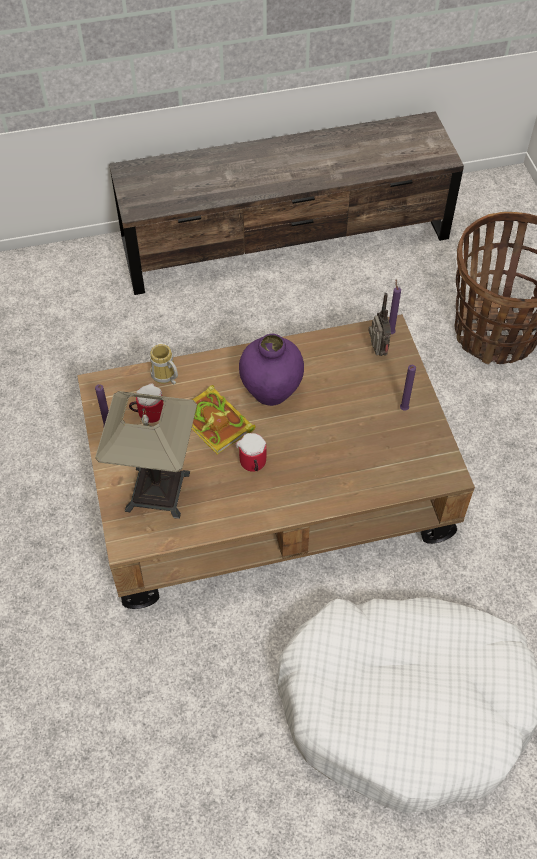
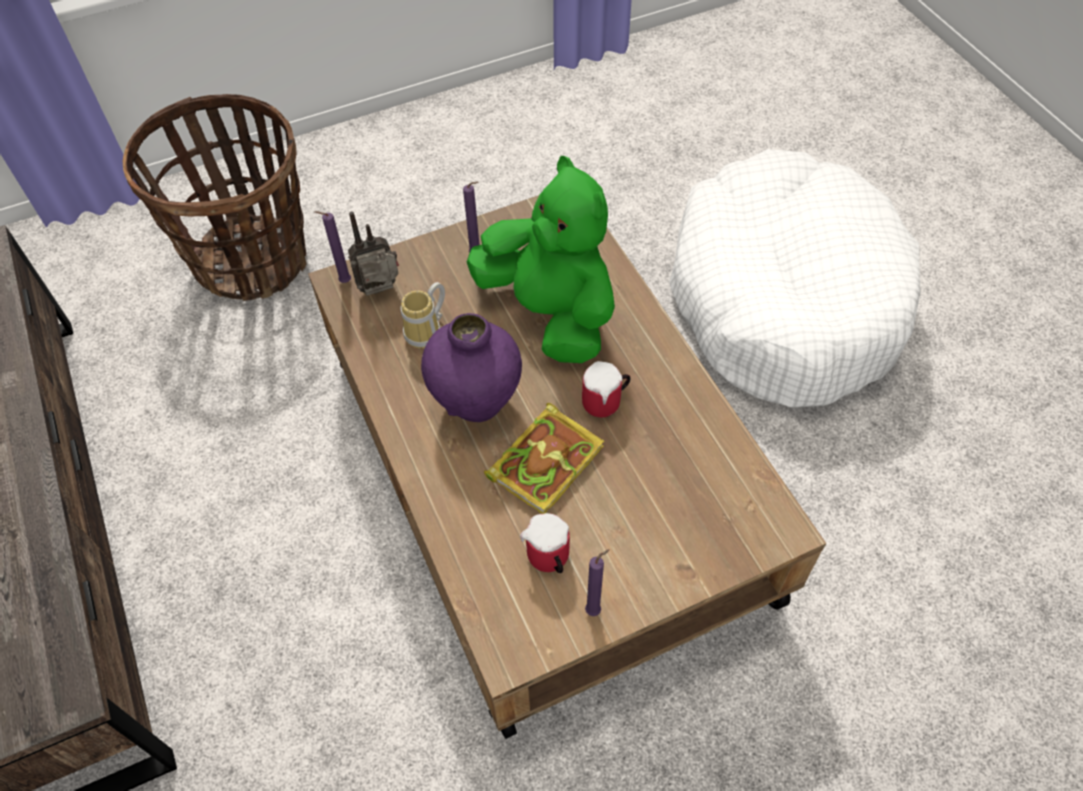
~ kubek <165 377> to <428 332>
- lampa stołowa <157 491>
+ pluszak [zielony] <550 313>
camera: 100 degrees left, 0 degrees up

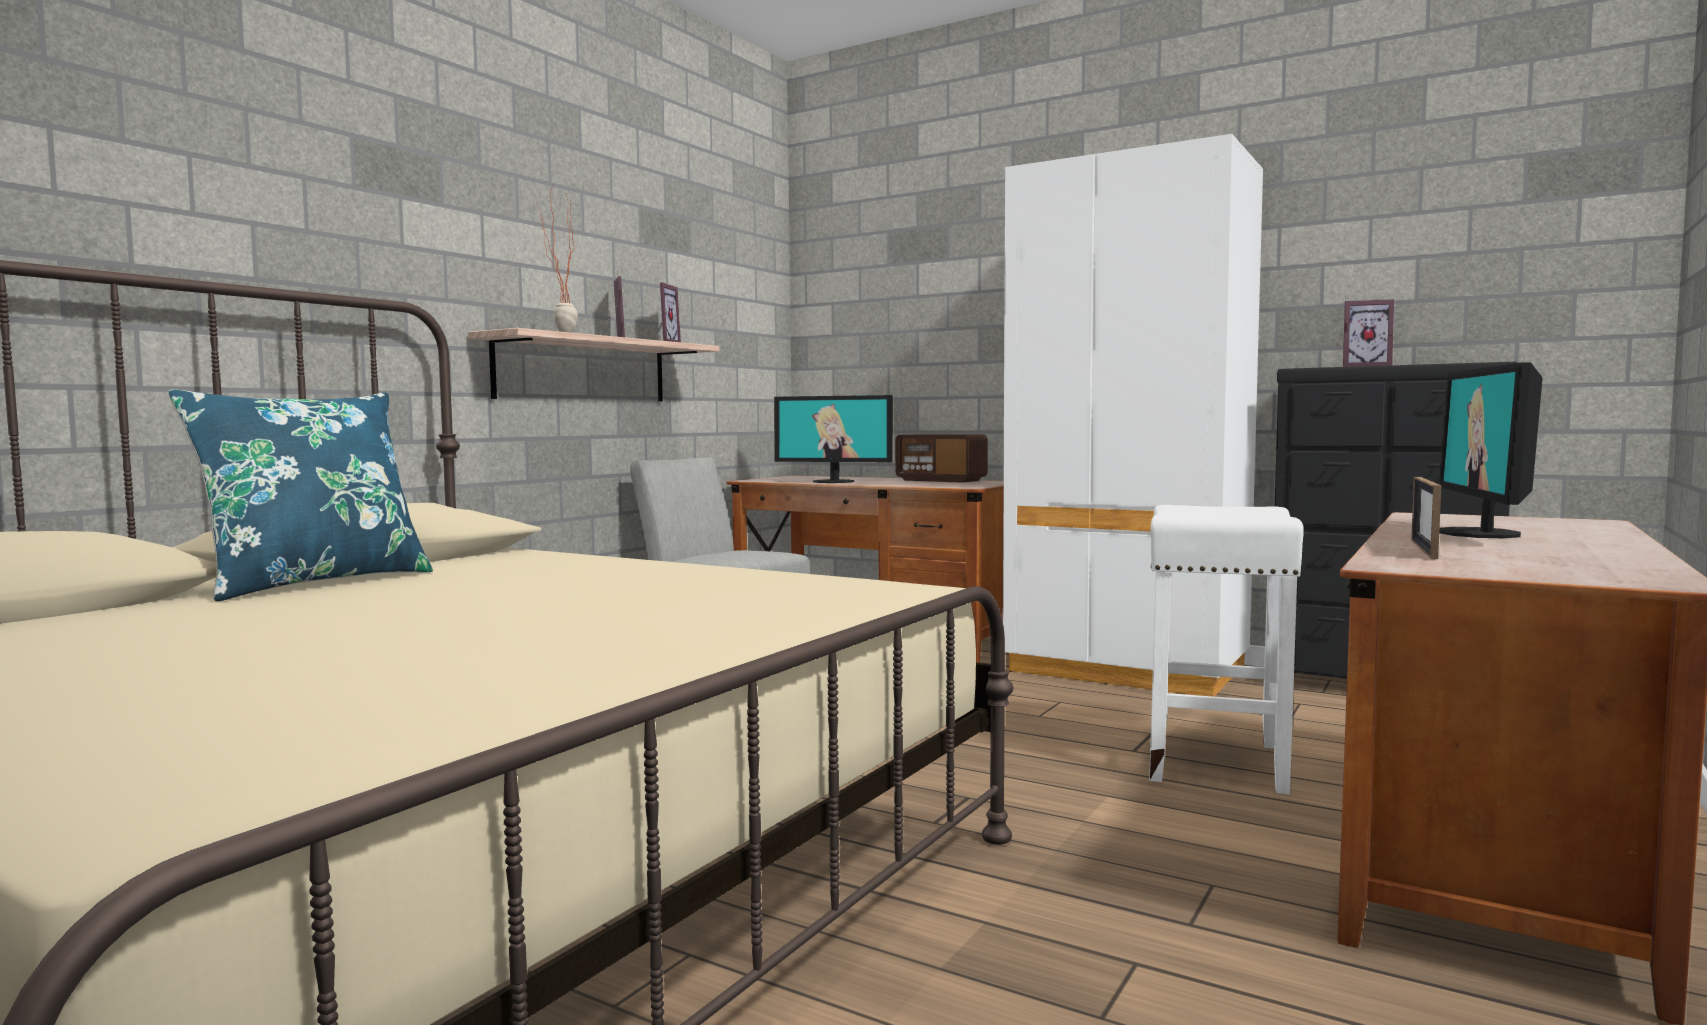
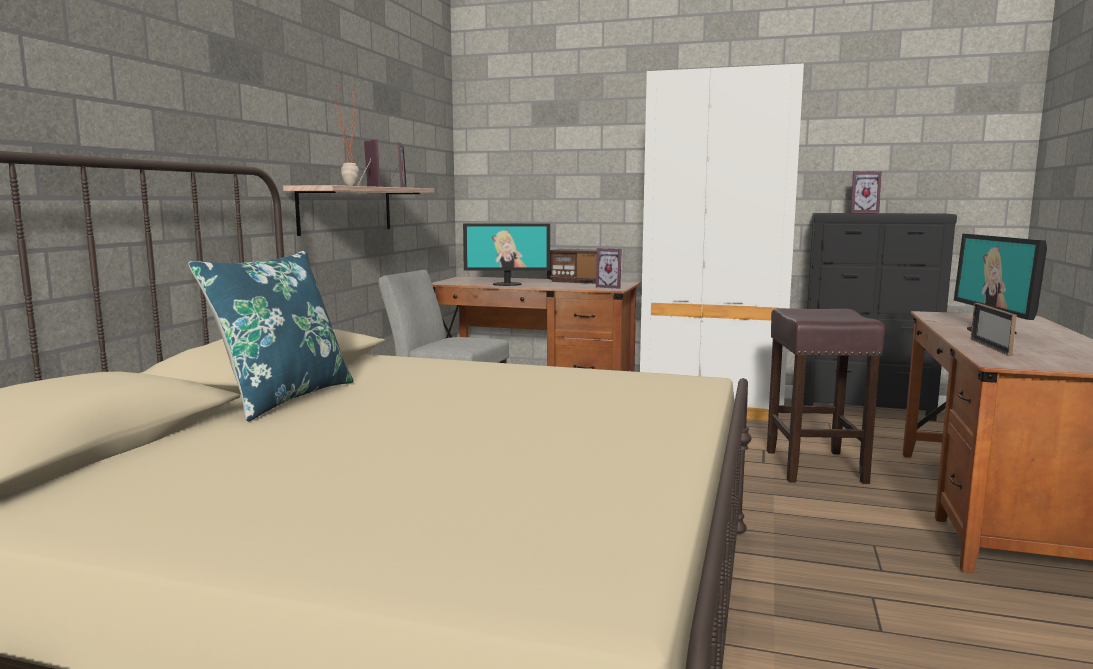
~ stołek [biały] <1215 761> to stołek [brązowy] <813 466>
+ ramka na zdjęcie <610 287>
camera: 15 degrees left, 5 degrees up

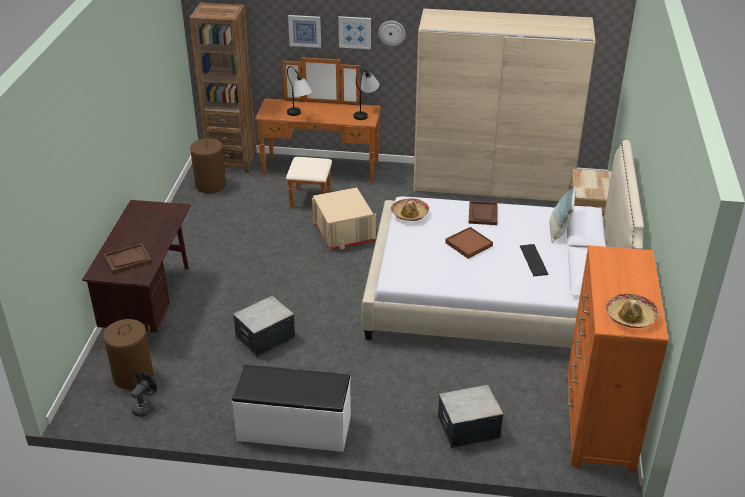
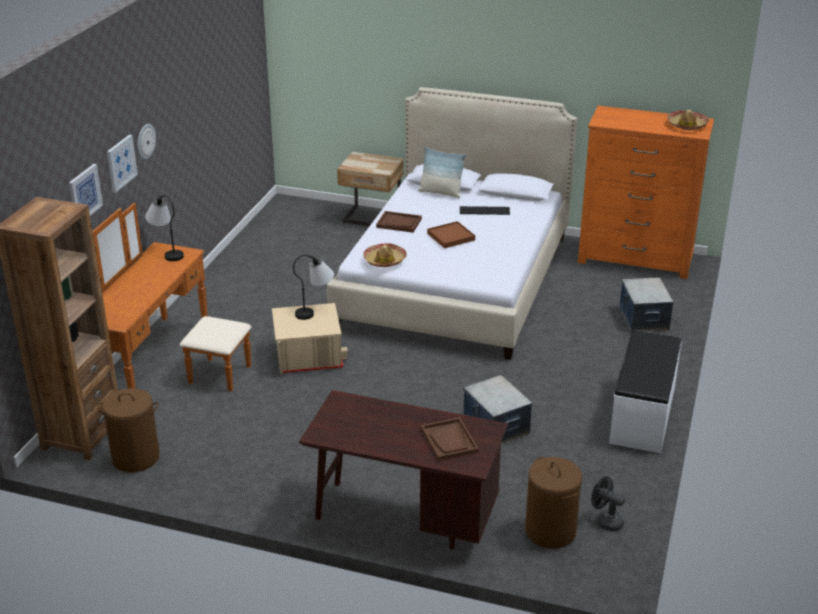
- szafa [beżowy] <493 184>
~ lampa stołowa <299 116> to <316 311>
camera: 80 degrees left, 5 degrees down

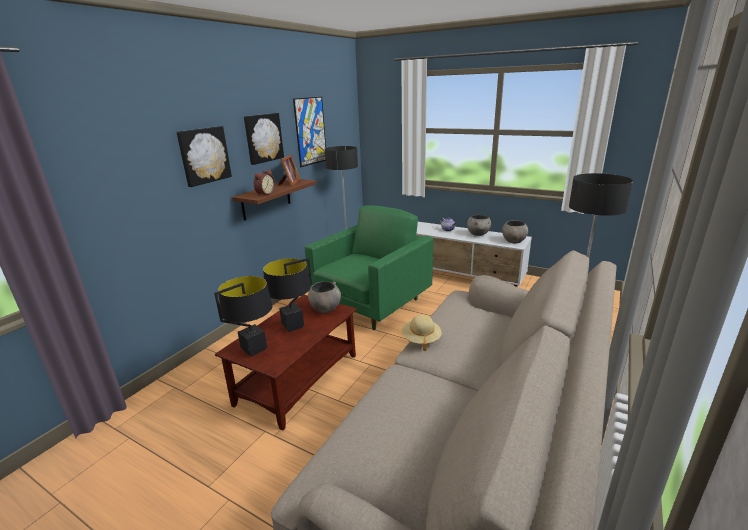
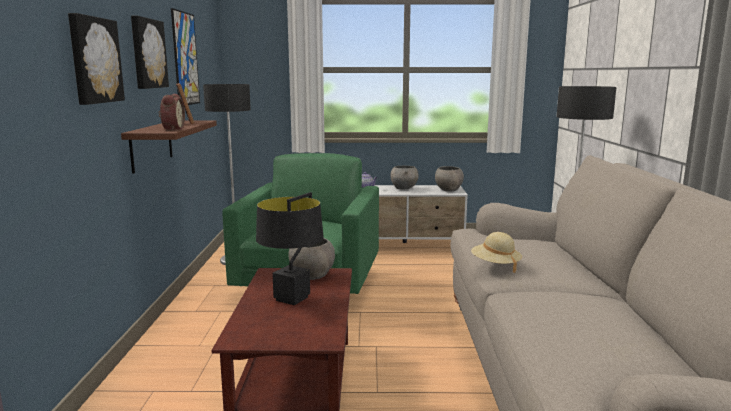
- lampa stołowa [czarny] <253 349>
camera: 30 degrees left, 10 degrees down

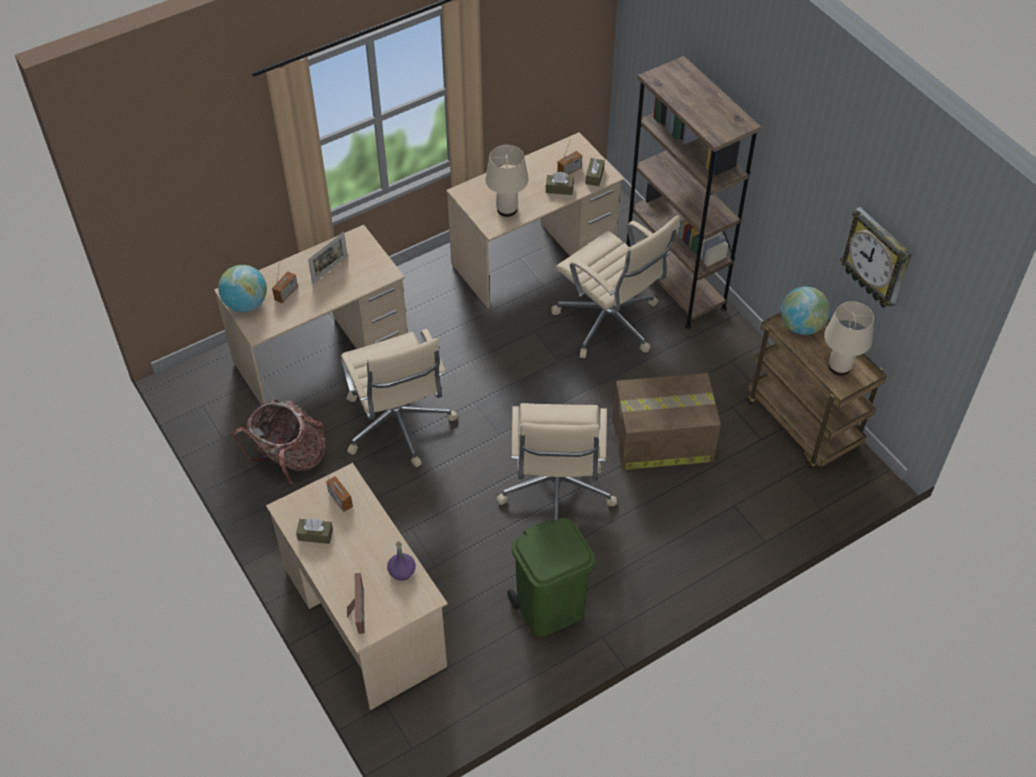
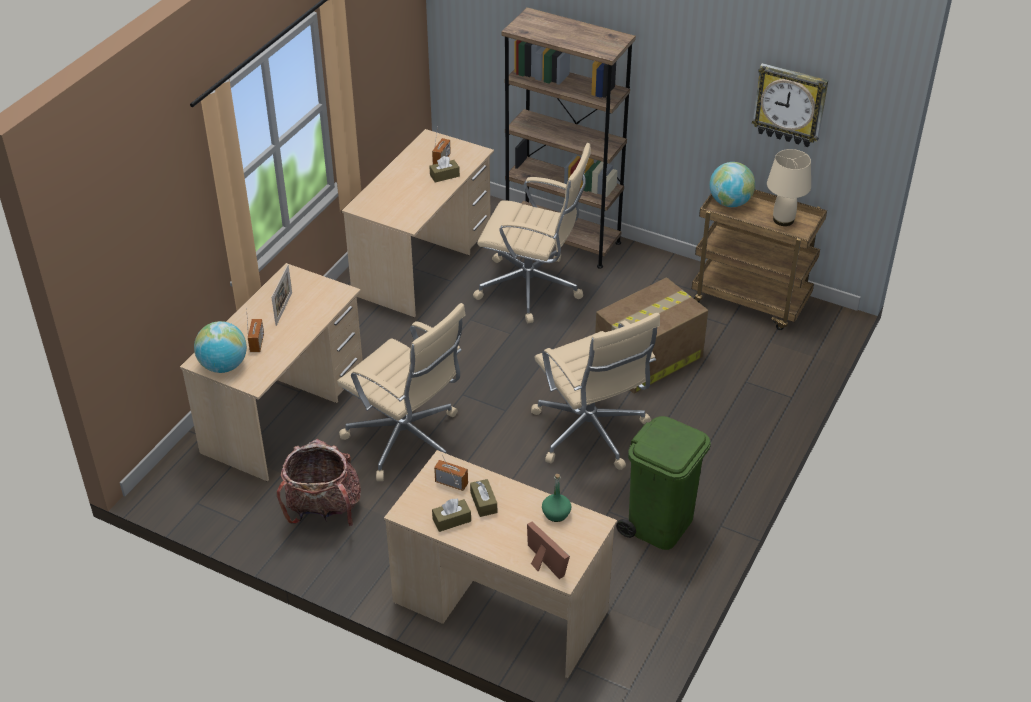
- lampa stołowa [beżowy] <507 209>
~ pudełko chusteczek [brązowy] <594 176> to <483 502>
~ butelka [fioletowy] <402 571> to butelka [zielony] <556 513>
camera: 30 degrees left, 10 degrees down

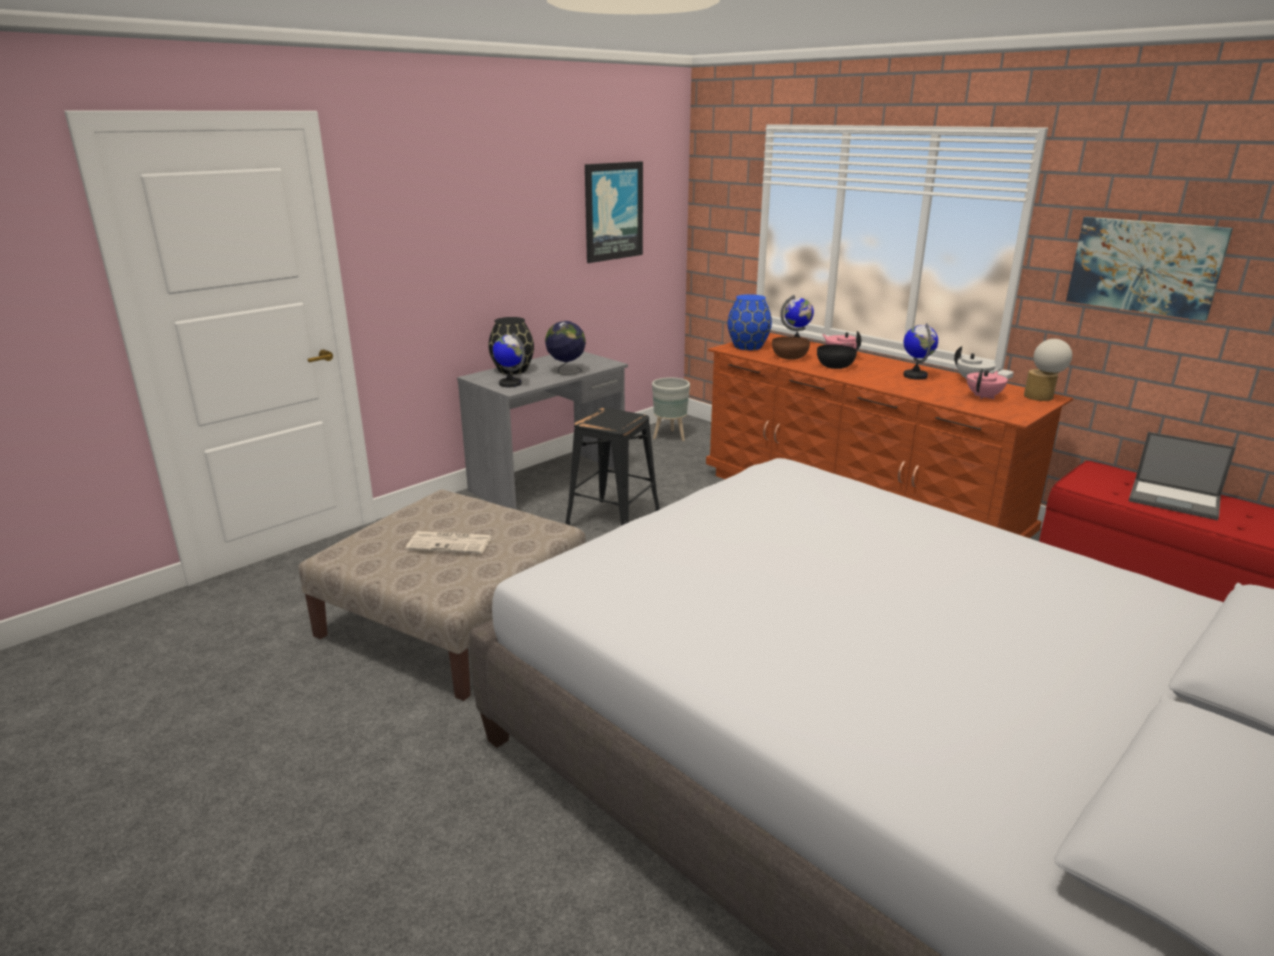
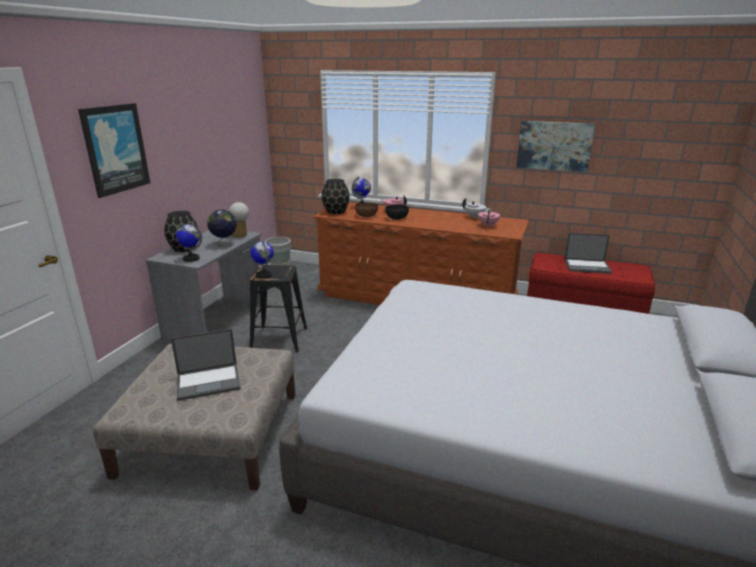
~ obraz <613 211> to <115 149>
~ wazon [niebieski] <748 347> to wazon [czarny] <336 212>
~ globus <915 376> to <264 275>
~ lampa stołowa <1041 398> to <240 235>
~ gazeta <451 543> to laptop <209 381>
camera: 25 degrees left, 0 degrees up

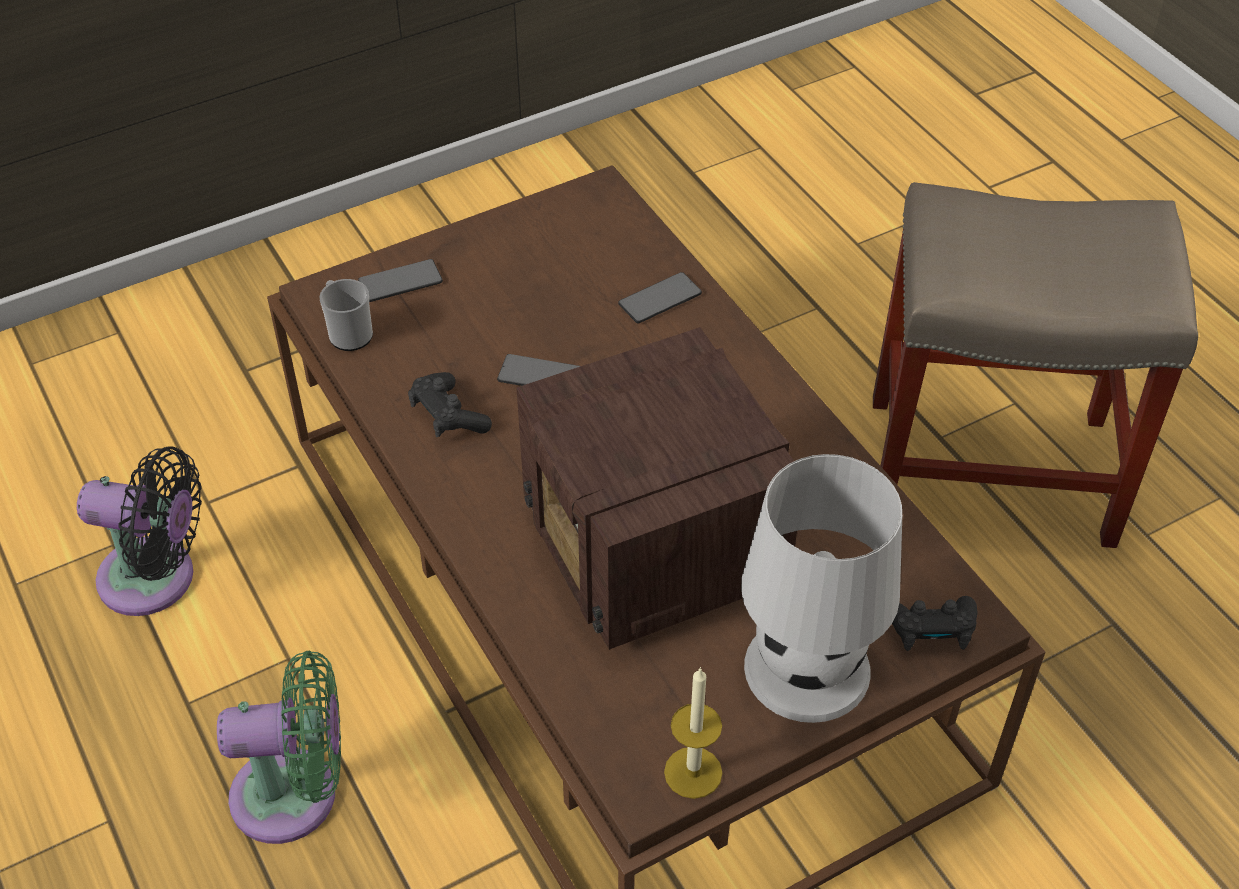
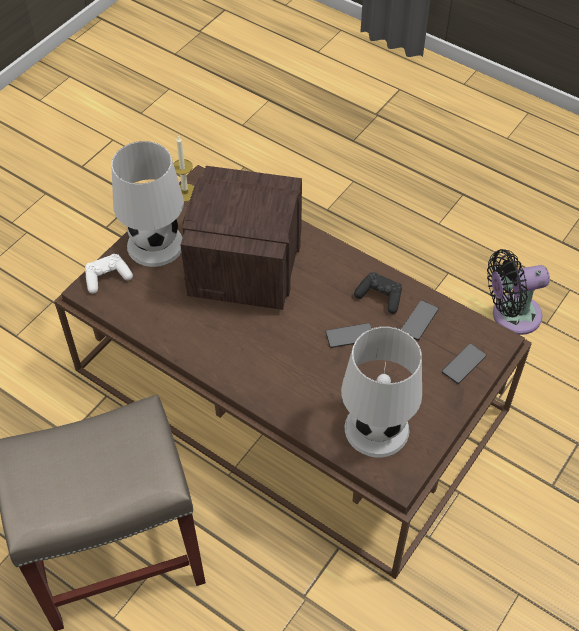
~ telefon <660 299> to <419 320>
- kubek <348 333>
~ radio <654 550> = <244 269> 120 degrees counterclockwise
~ pad do gier [czarny] <928 630> to pad do gier [biały] <107 278>
- wentylator [zielony] <296 795>
+ lampa stołowa [biały] <376 429>
camera: 155 degrees right, 5 degrees up

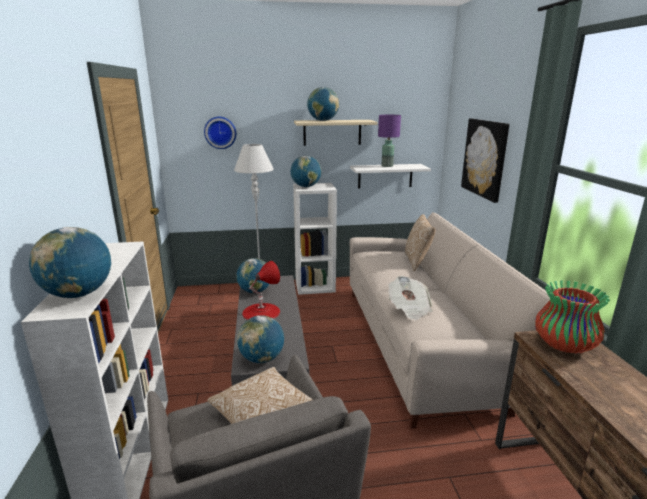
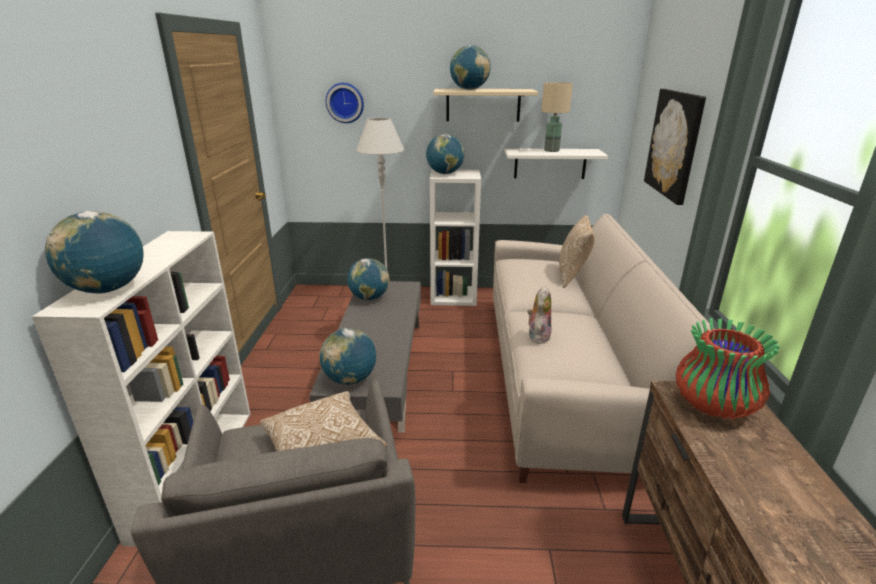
~ lampa stołowa [fioletowy] <387 166> to lampa stołowa [beżowy] <552 151>
- lampa stołowa [czerwony] <261 312>
~ gazeta <409 309> to pluszak <538 336>
camera: 10 degrees right, 5 degrees up

